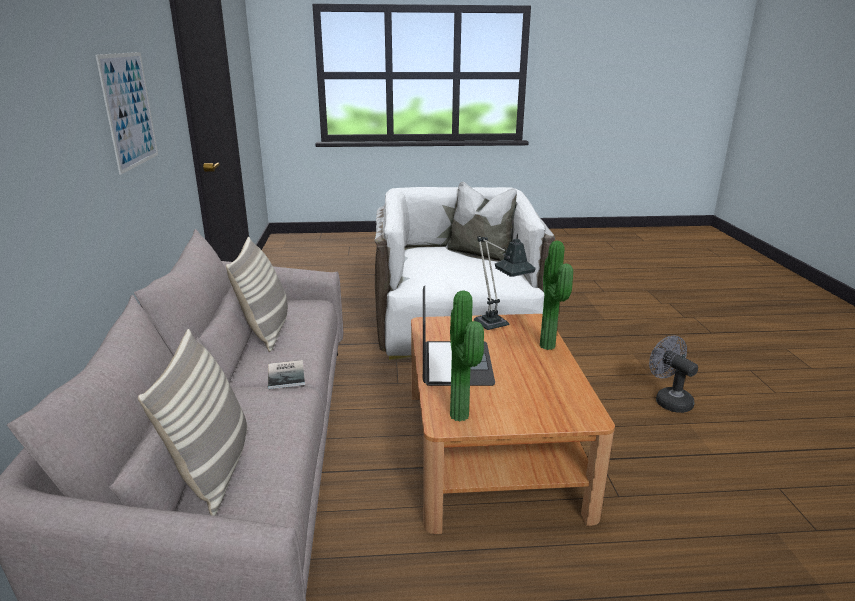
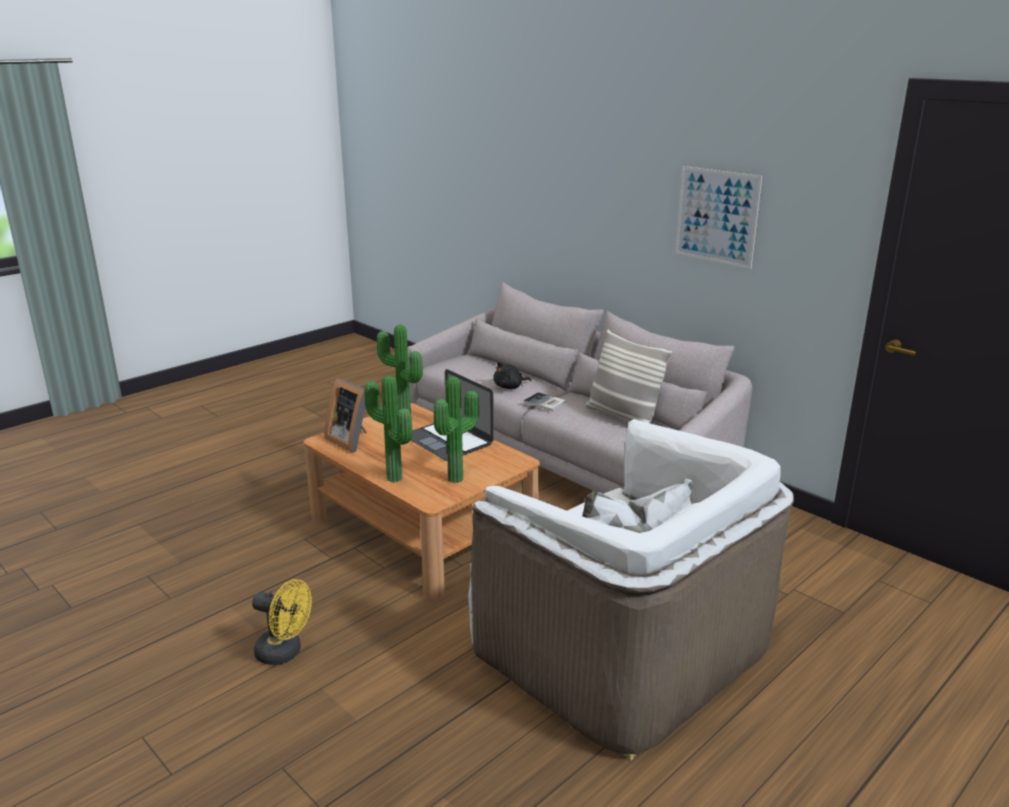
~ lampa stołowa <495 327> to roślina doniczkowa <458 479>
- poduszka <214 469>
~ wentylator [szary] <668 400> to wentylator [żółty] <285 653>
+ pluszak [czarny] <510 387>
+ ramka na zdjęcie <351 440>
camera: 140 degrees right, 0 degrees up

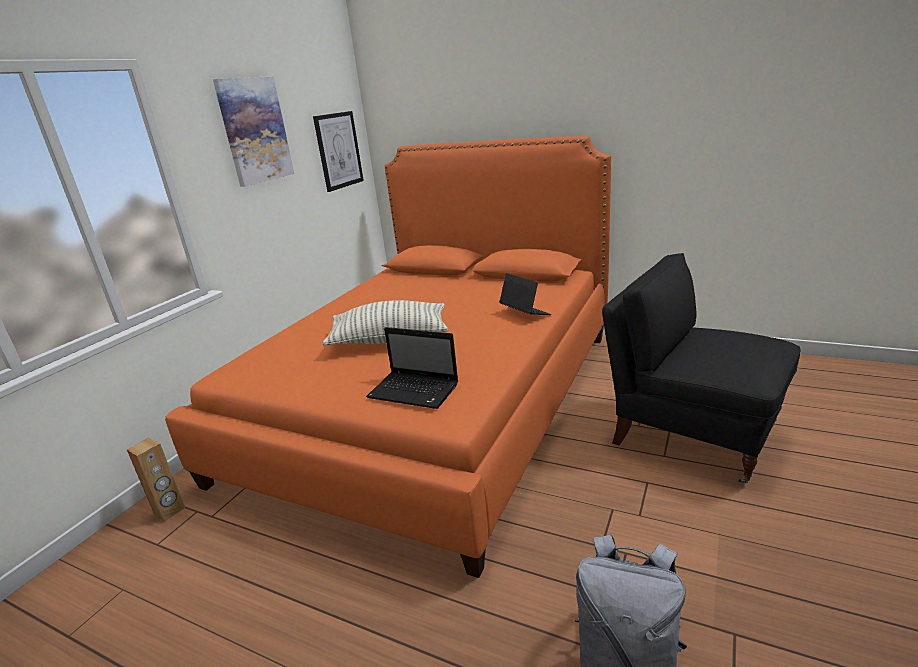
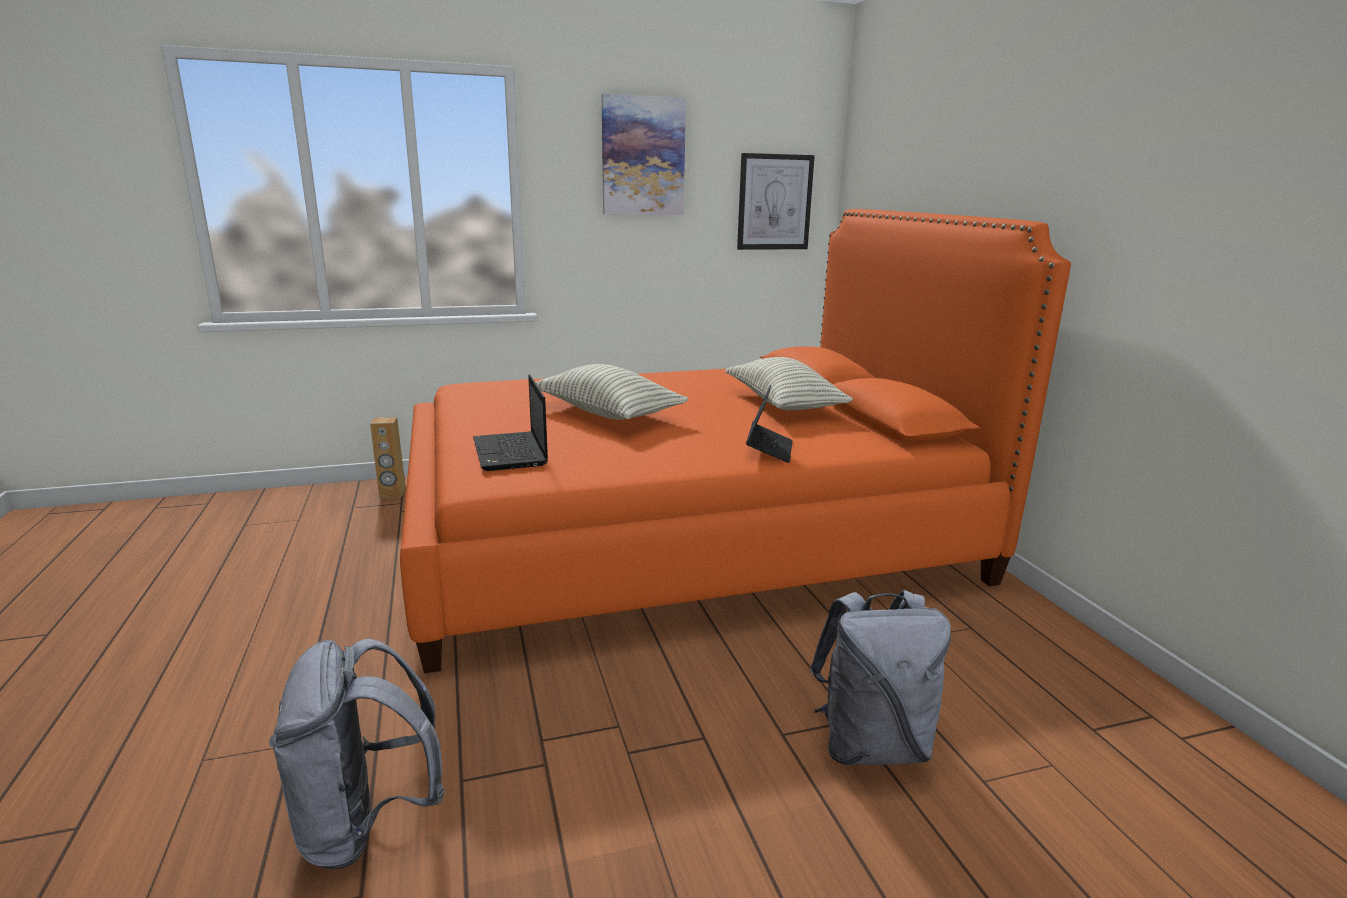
~ fotel [czarny] <692 434> to plecak [szary] <871 745>
+ poduszka <783 404>
camera: 45 degrees right, 5 degrees down

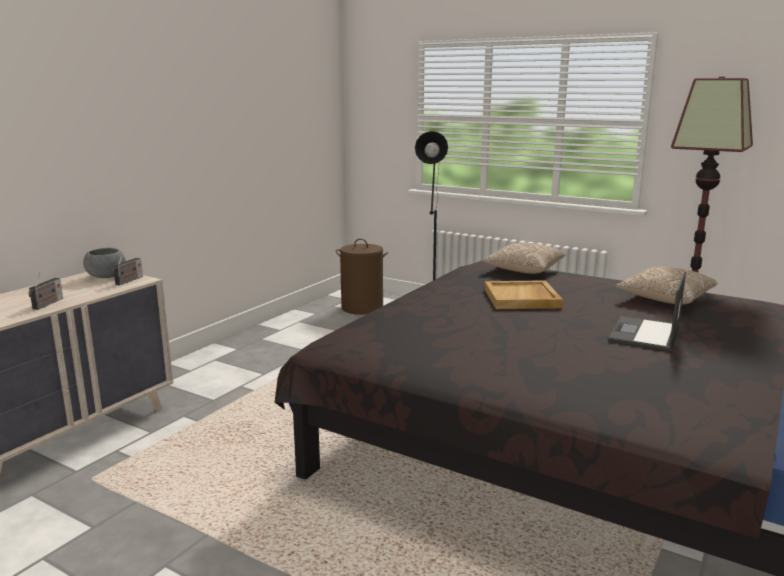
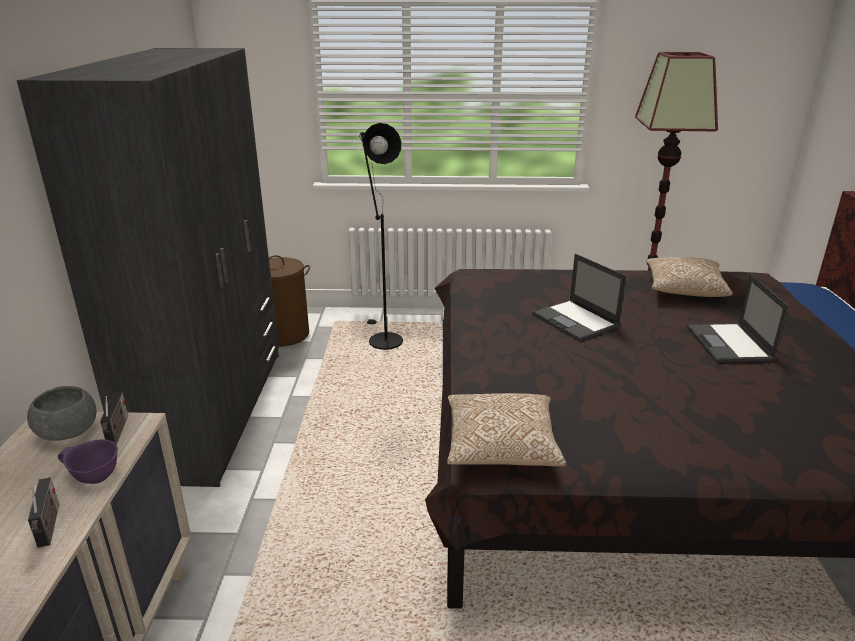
~ poduszka <523 270> to <501 446>
~ taca [beżowy] <522 298> to laptop <575 321>
+ szafa [szary] <213 410>
+ miska [fioletowy] <95 477>
camera: 30 degrees left, 10 degrees up

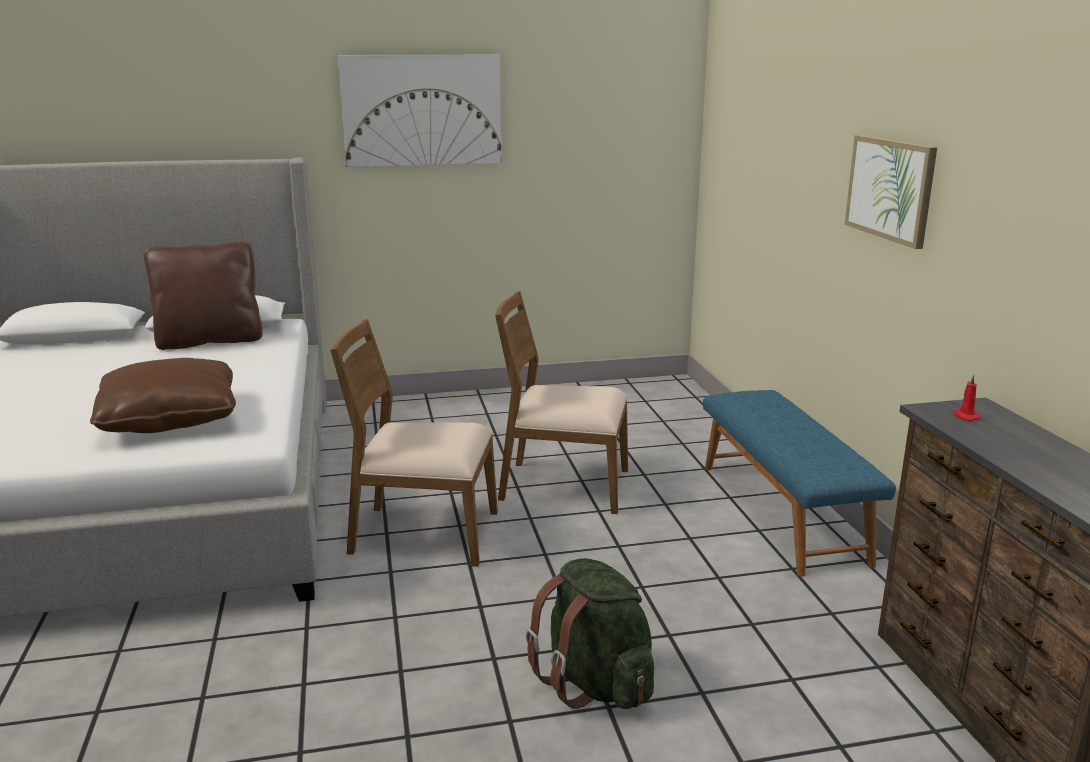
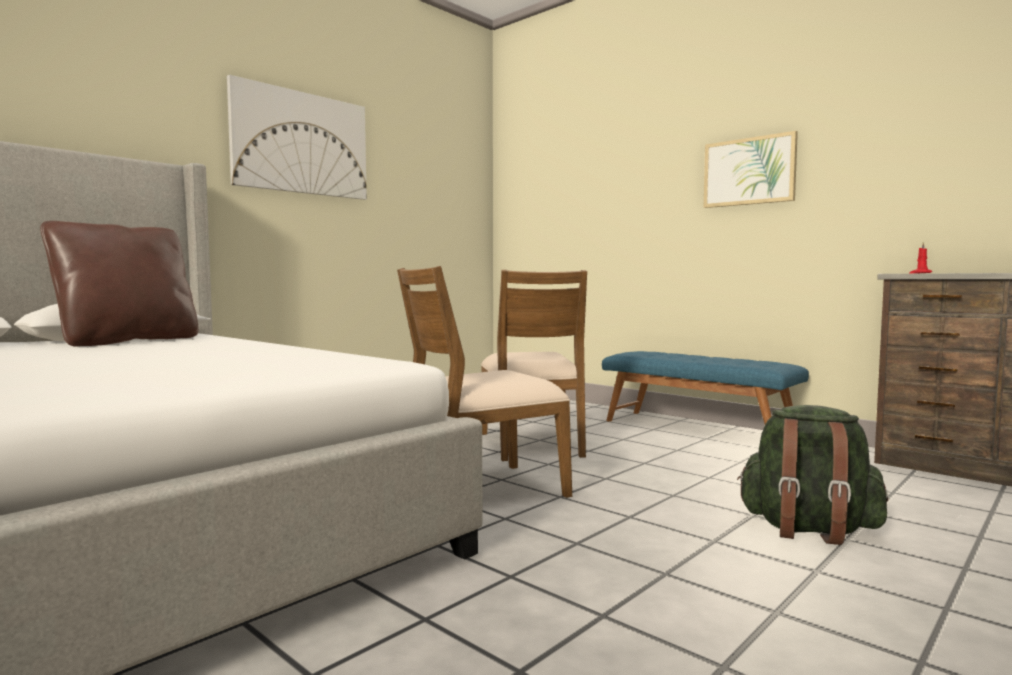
~ krzesło [brązowy] <563 485> = <532 444> 75 degrees counterclockwise
- poduszka [brązowy] <169 419>
camera: 35 degrees left, 15 degrees down

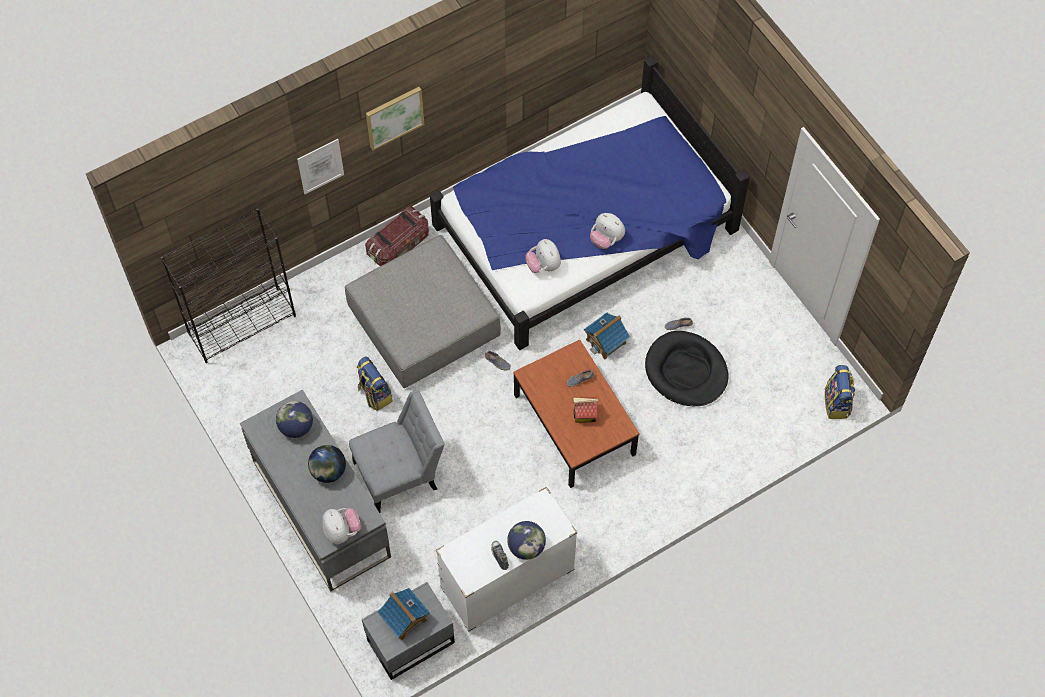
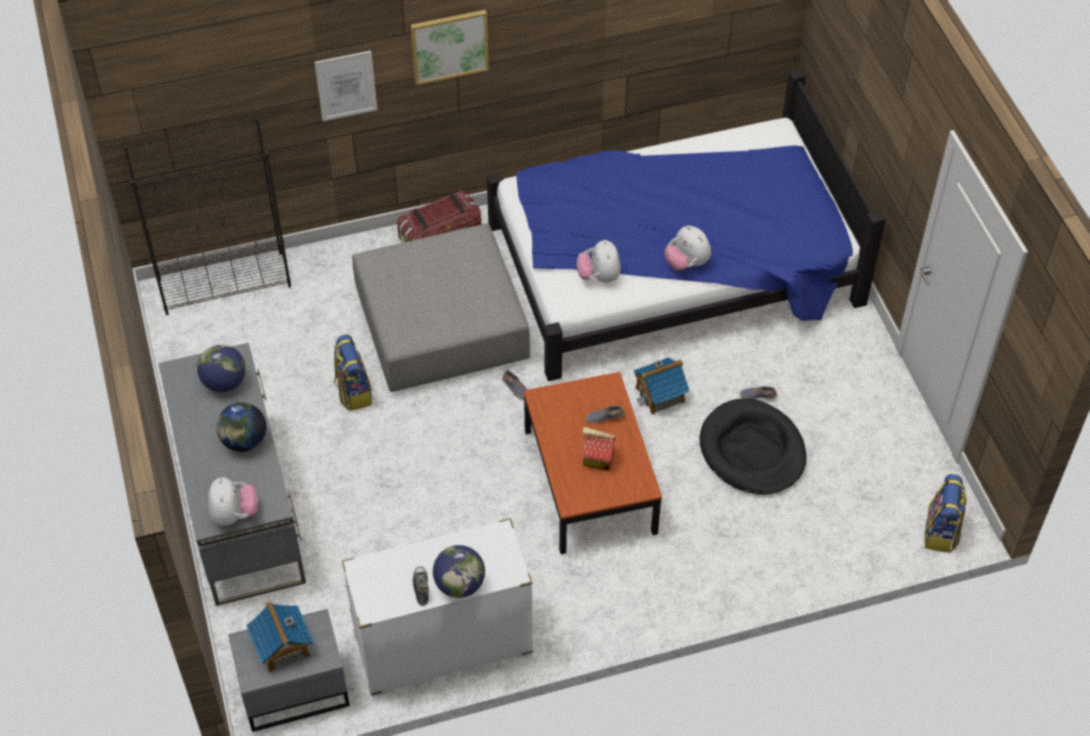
- krzesło [szary] <400 473>
camera: 15 degrees right, 10 degrees down

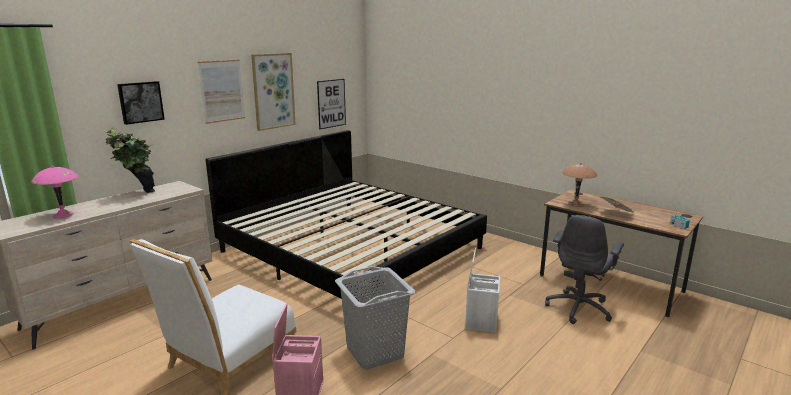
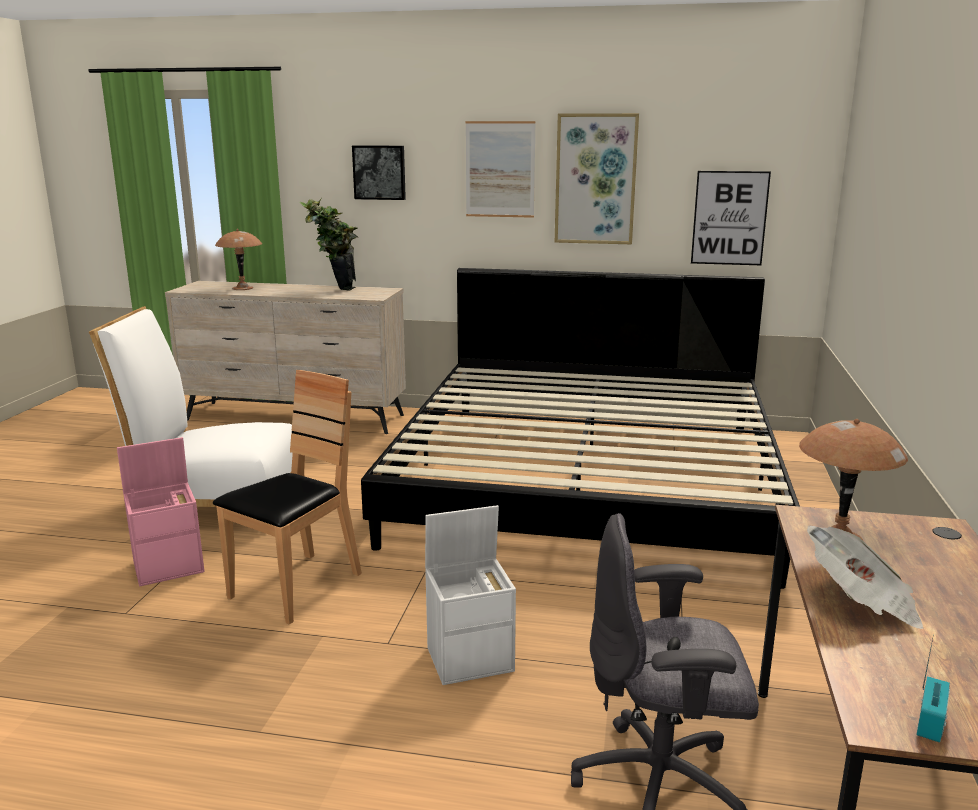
~ lampa stołowa [różowy] <63 215> to lampa stołowa [brązowy] <243 288>
~ kosz na pranie [szary] <375 352> to krzesło [brązowy] <296 587>
camera: 60 degrees right, 0 degrees up

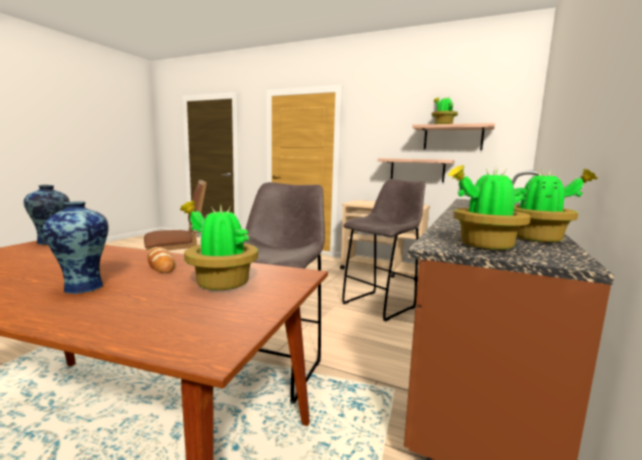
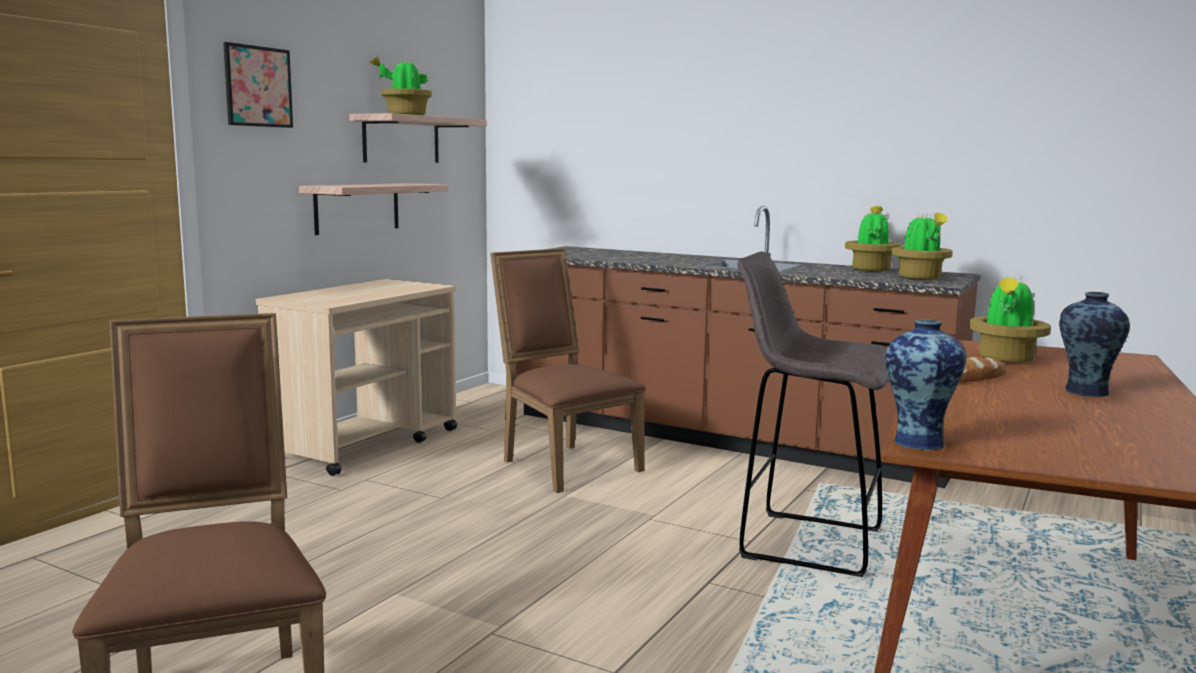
~ stołek [szary] <380 305> to krzesło [brązowy] <564 464>
+ obraz <258 86>
camera: 85 degrees left, 0 degrees up

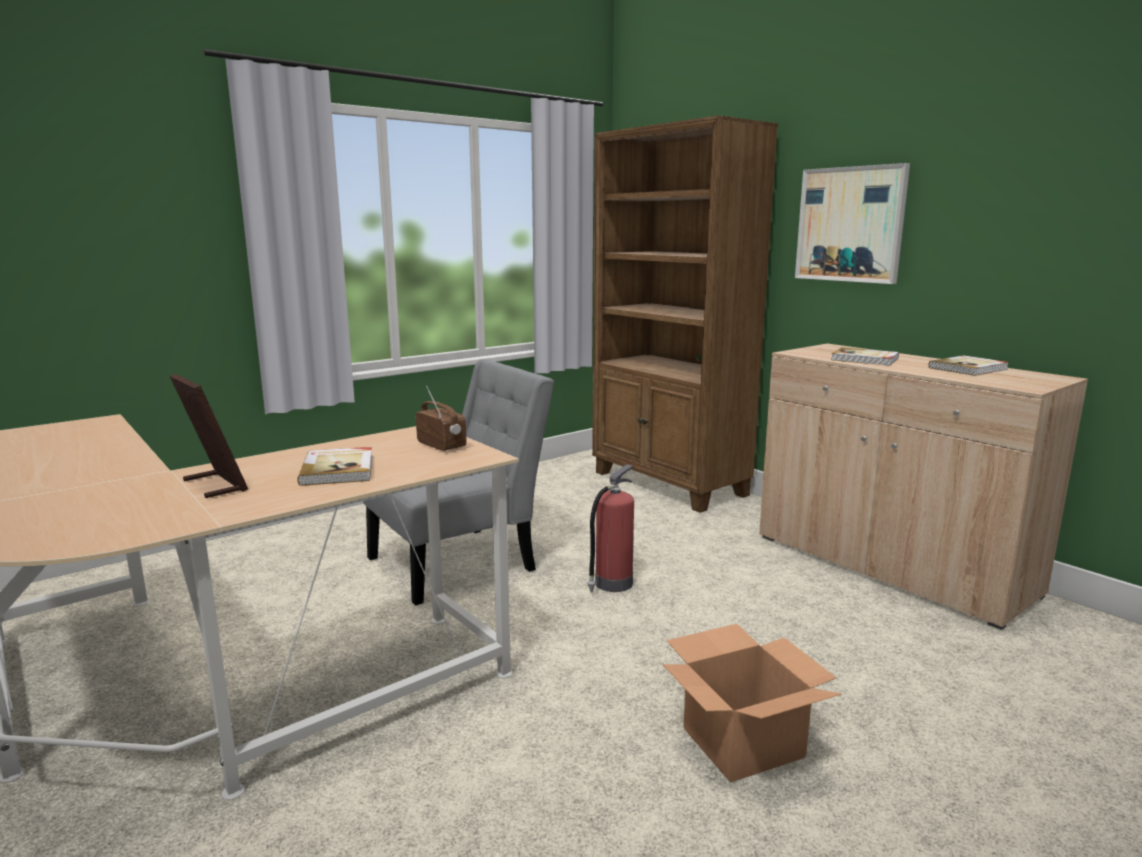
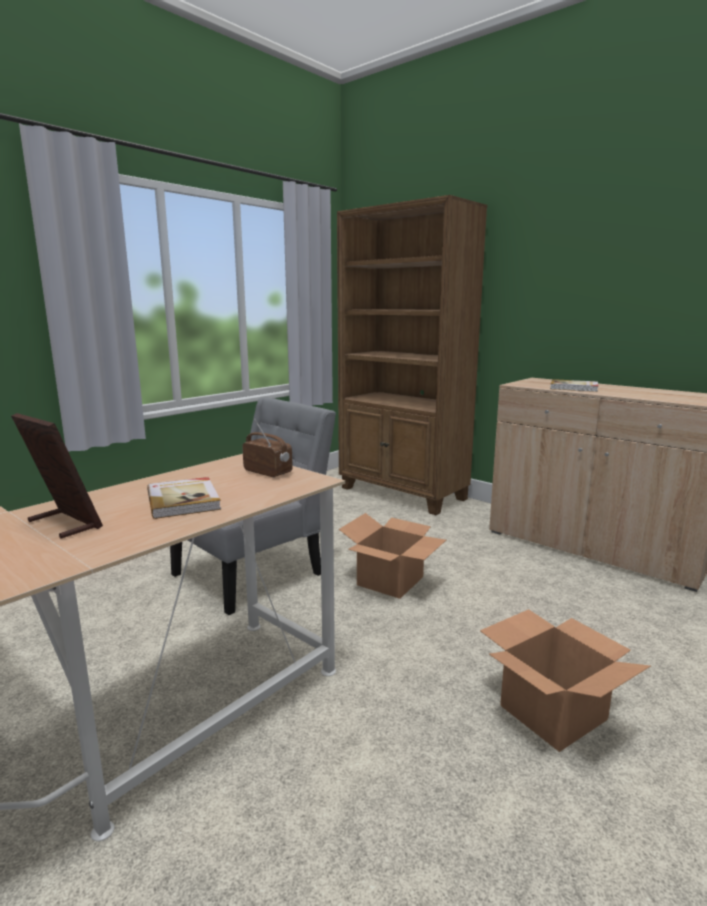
- obraz <850 224>
- książka <969 368>
~ gaśnica <612 584> to karton <390 580>
camera: 10 degrees left, 0 degrees up

